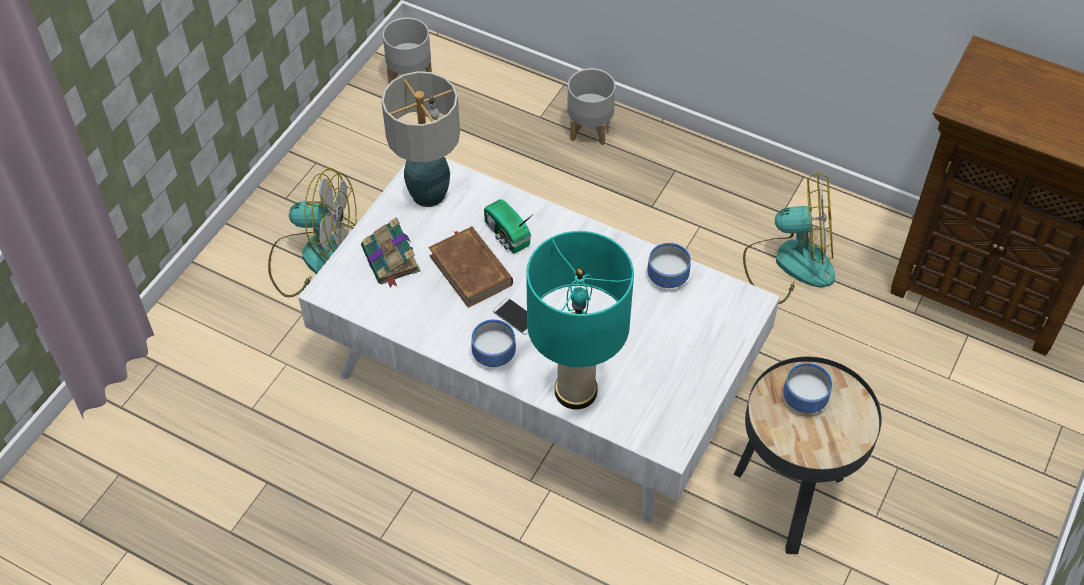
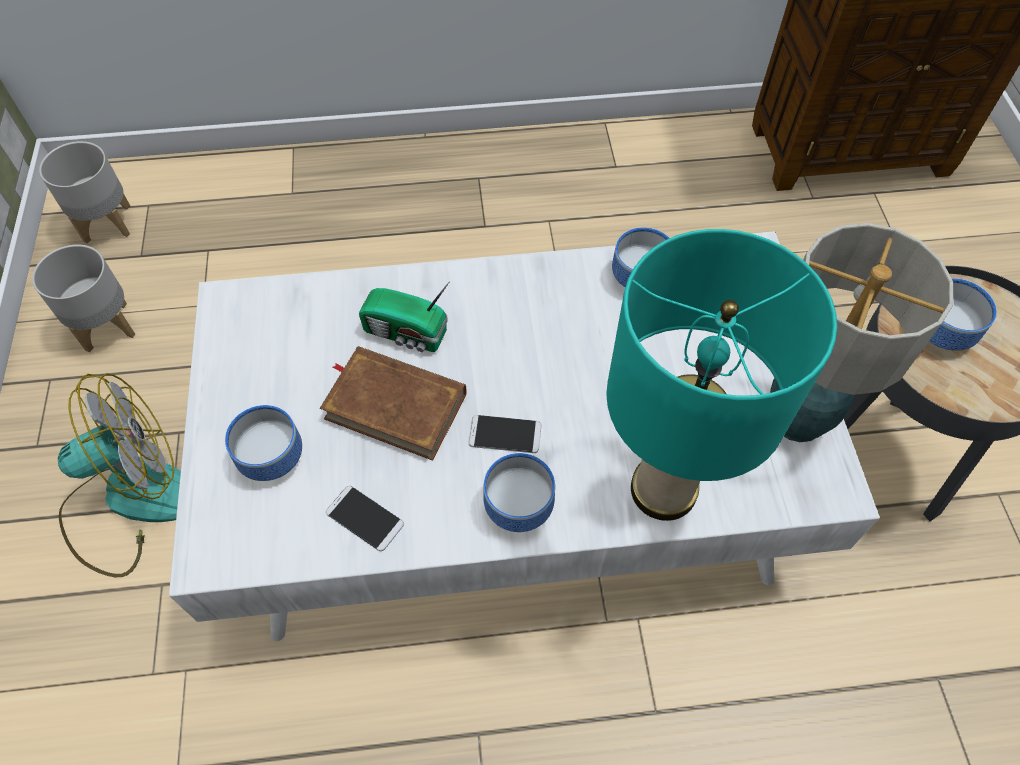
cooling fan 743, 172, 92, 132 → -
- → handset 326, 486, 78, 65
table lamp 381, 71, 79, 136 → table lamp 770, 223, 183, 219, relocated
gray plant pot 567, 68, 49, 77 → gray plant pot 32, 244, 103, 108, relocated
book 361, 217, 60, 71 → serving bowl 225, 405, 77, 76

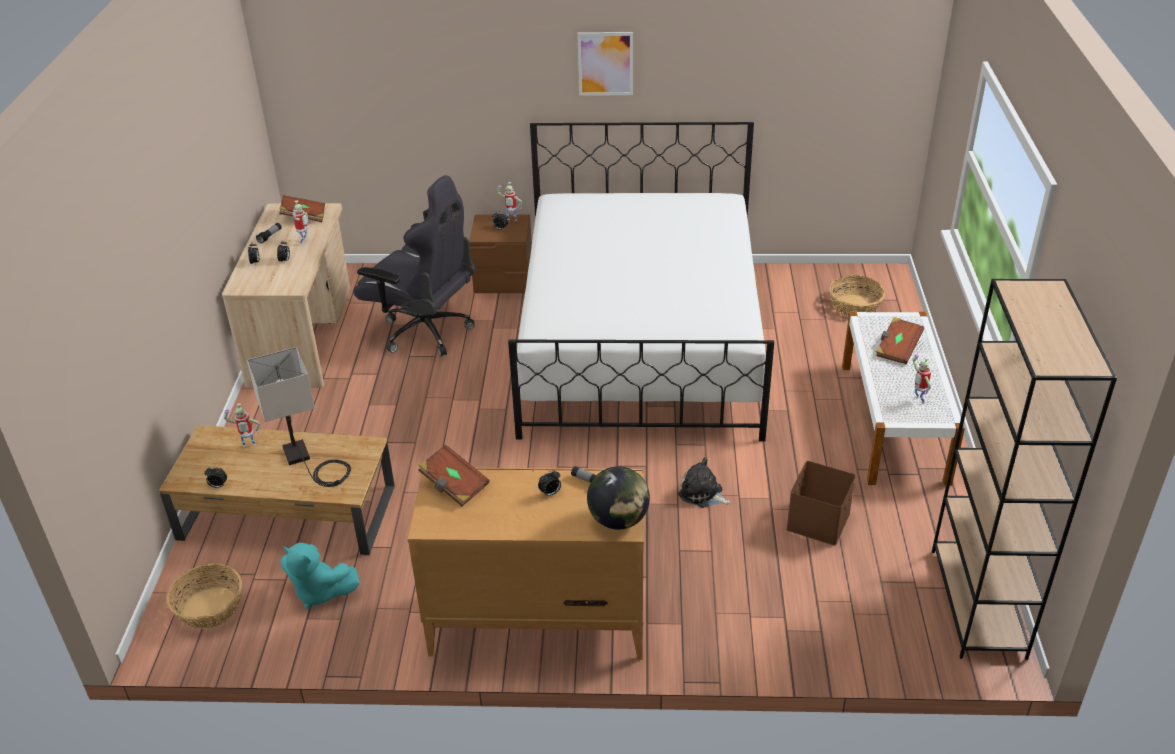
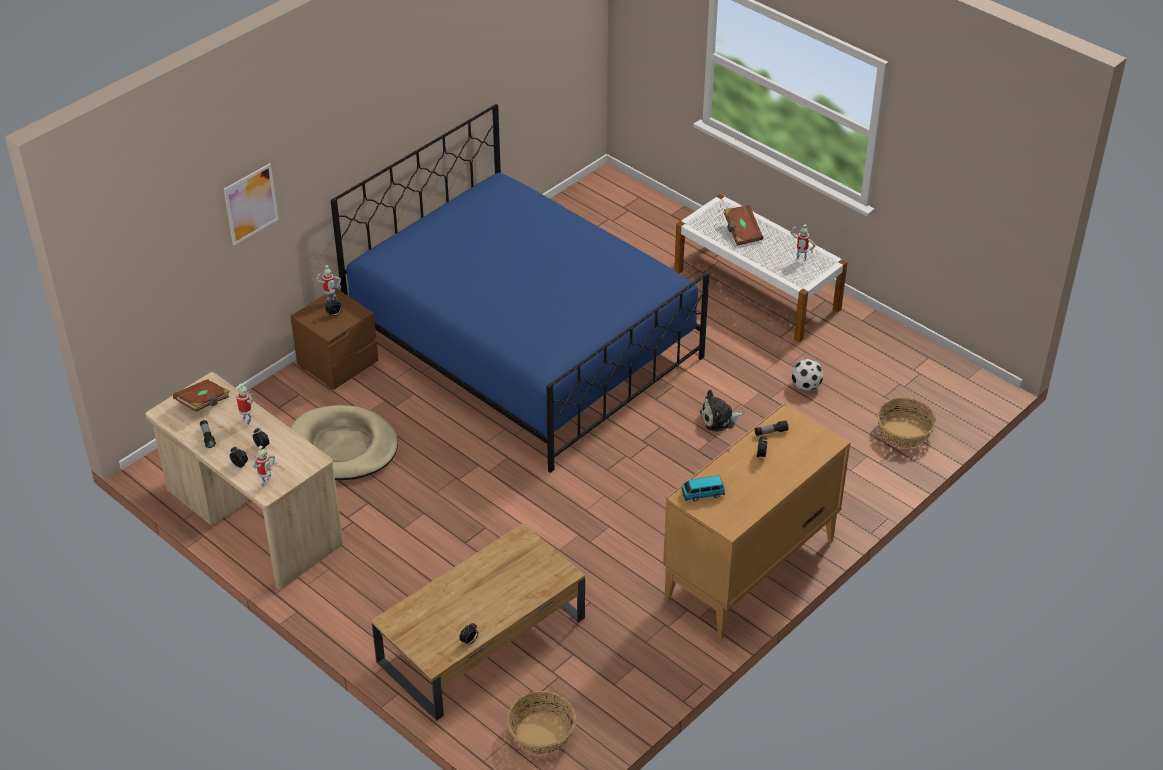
table lamp 247, 347, 104, 140 → -
turquoise plush toy 280, 543, 80, 66 → -
desk globe 587, 466, 63, 64 → -
beige-coloured shelving unit 932, 279, 185, 381 → -
toy robot 224, 403, 36, 44 → toy robot 253, 446, 23, 42, relocated
picture 577, 32, 56, 64 → picture 224, 163, 55, 82, relocated
storage basket 829, 275, 56, 42 → storage basket 877, 398, 59, 50, relocated
blackish computer chair 353, 175, 123, 181 → beige-coloured dog cushion 290, 405, 108, 75
brown book 418, 445, 72, 61 → miniature car 681, 475, 44, 26
brown storage box 786, 461, 70, 84 → football 792, 359, 31, 32
whitish bedroom bed 508, 122, 266, 319 → bluish bedroom bed 330, 104, 379, 369

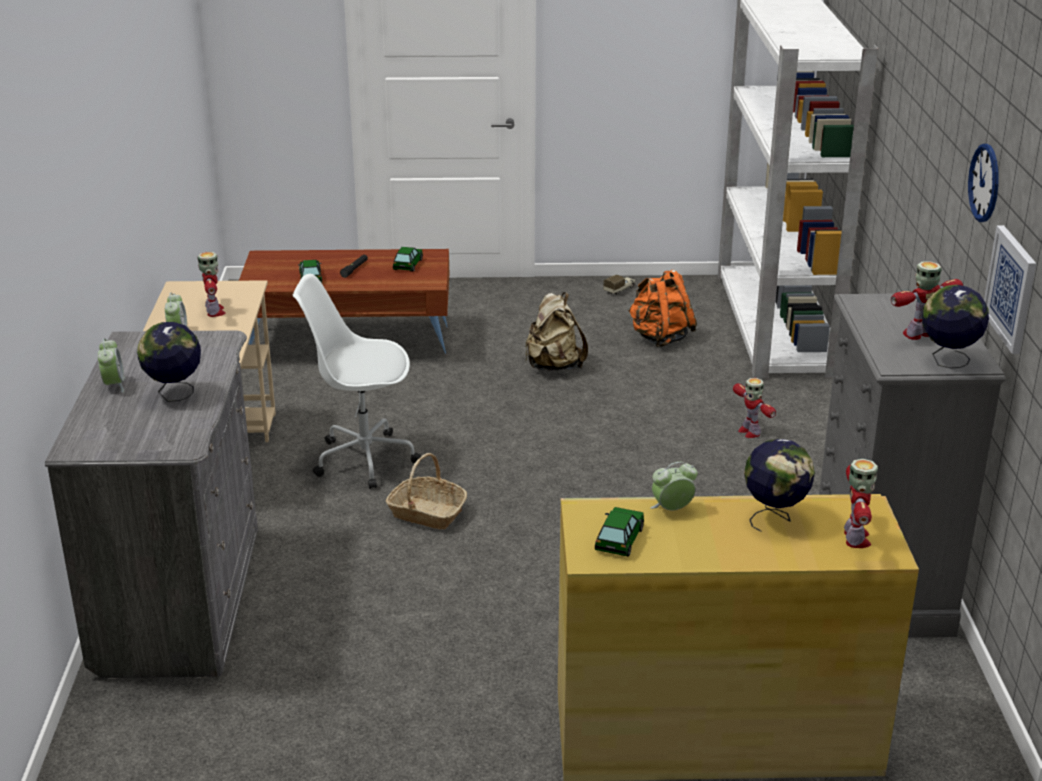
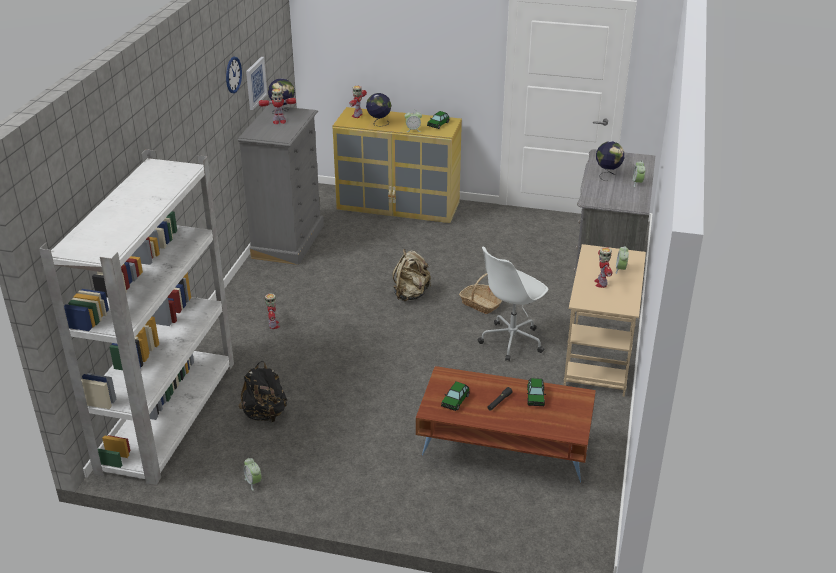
beige-coloured backpack 525, 292, 63, 79 → beige-coloured backpack 392, 249, 39, 52, relocated
toy lorry 604, 275, 31, 20 → alarm clock 244, 458, 18, 33
orange-coloured backpack 628, 269, 69, 78 → blackish backpack 238, 361, 49, 61
whitish computer chair 293, 274, 128, 215 → whitish computer chair 478, 246, 70, 115, 120 degrees clockwise

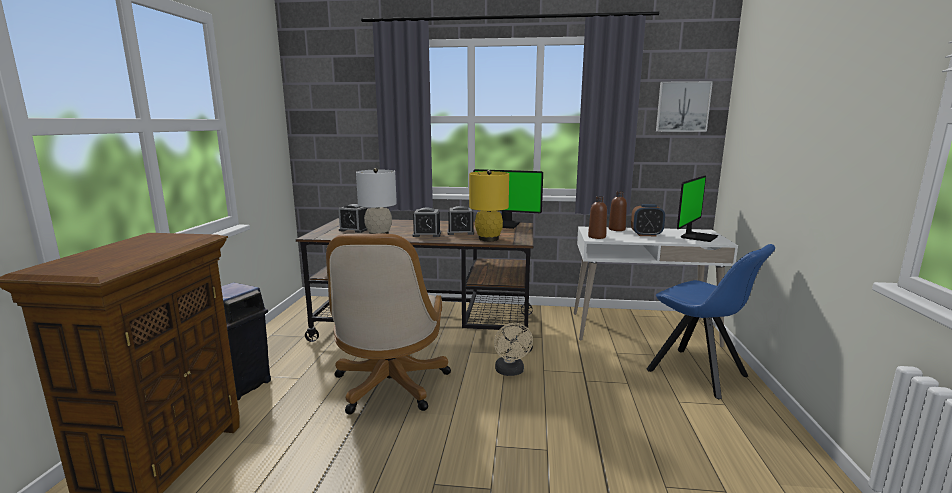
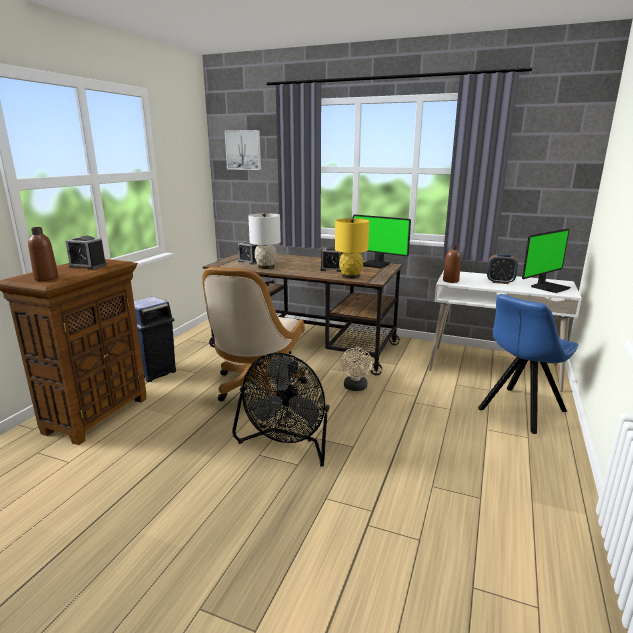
- → blackish cooling fan 232, 353, 97, 114
alarm clock 412, 208, 29, 29 → alarm clock 65, 236, 42, 34, relocated
brown drink bottle 609, 191, 18, 40 → brown drink bottle 28, 227, 31, 54, relocated
picture 656, 81, 57, 51 → picture 225, 130, 36, 40, relocated
bluish chair 647, 244, 128, 155 → bluish chair 478, 294, 100, 140, 75 degrees clockwise

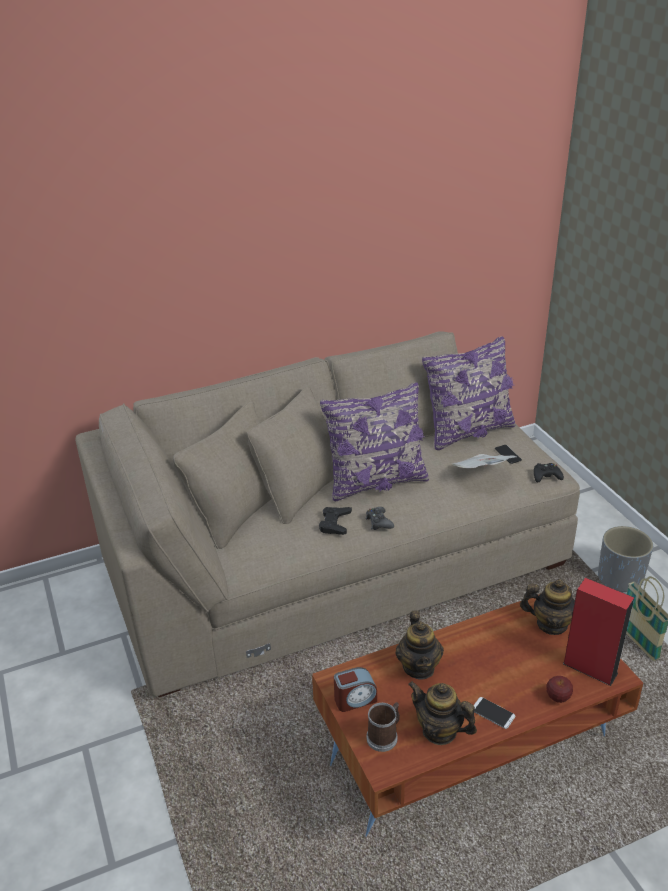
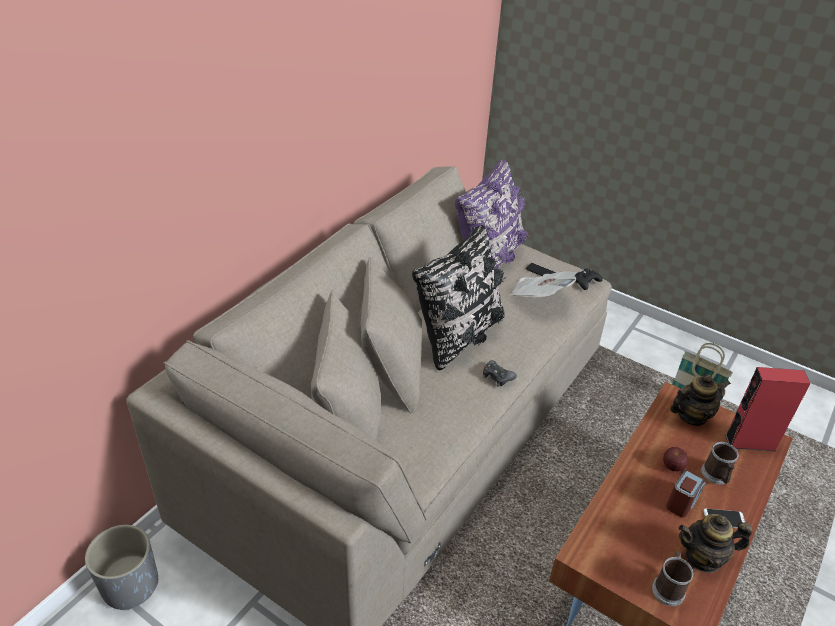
blackish gamepad 319, 507, 33, 28 → -
teapot 395, 611, 49, 69 → -
- → coffee mug 701, 442, 38, 42
alarm clock 334, 667, 43, 45 → alarm clock 666, 470, 39, 47, relocated
apple 547, 676, 26, 27 → apple 663, 447, 25, 24, relocated
gray plant pot 598, 526, 55, 66 → gray plant pot 85, 525, 73, 85, relocated
purple-coloured cushion 320, 382, 109, 119 → blackish cushion 412, 225, 94, 145

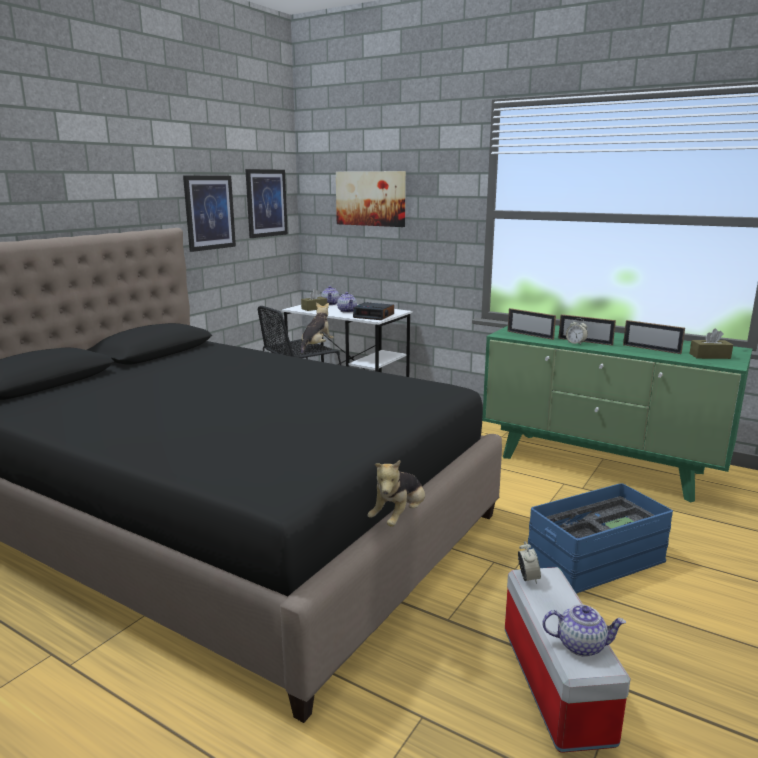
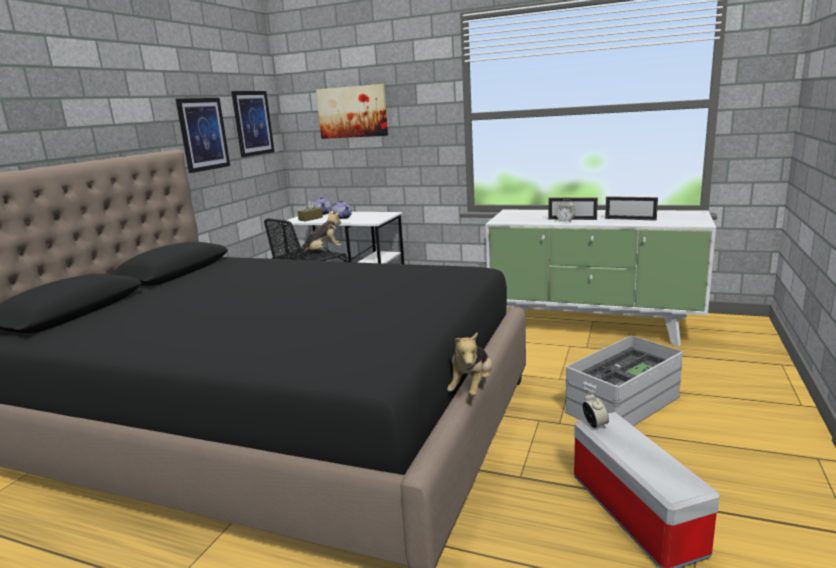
alarm clock 353, 302, 41, 18 → -
picture frame 508, 308, 48, 32 → -
teapot 542, 604, 84, 53 → -
brown box of tissues 689, 329, 44, 30 → -
greenish dresser 482, 325, 270, 177 → whitish dresser 486, 210, 230, 136
bluish storage box 528, 483, 145, 111 → gray storage box 565, 336, 118, 90
plush toy 301, 302, 33, 52 → plush toy 297, 211, 44, 47, 45 degrees clockwise

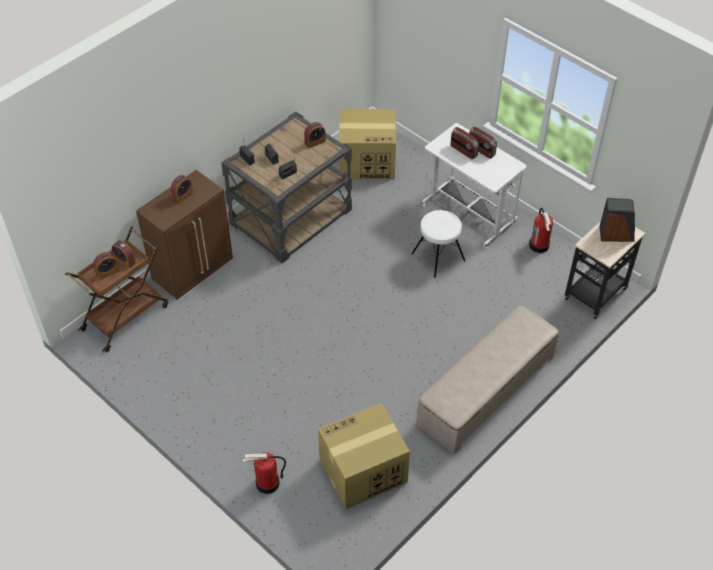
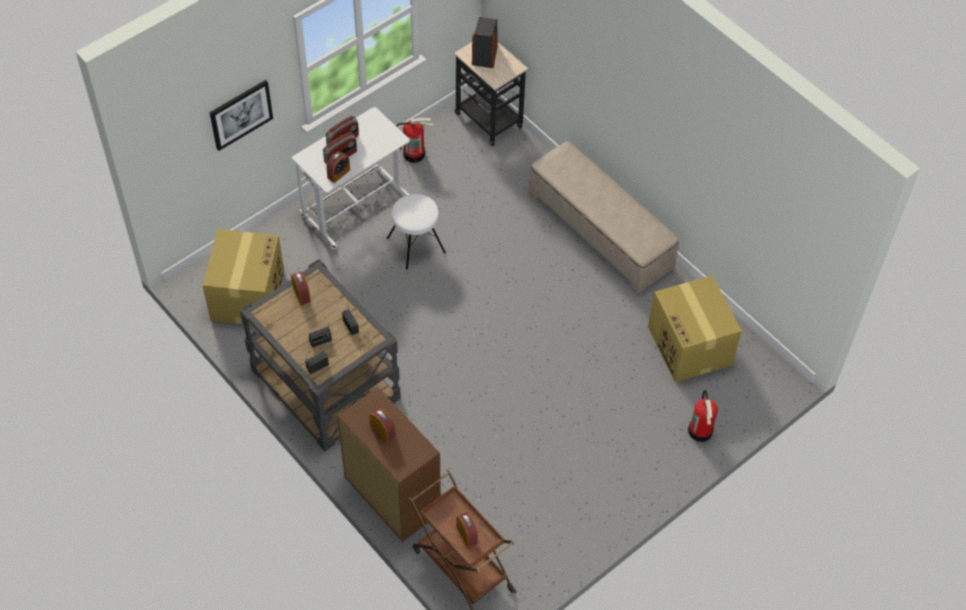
- → picture 210, 80, 63, 71
alarm clock 112, 240, 24, 28 → alarm clock 326, 151, 24, 32, relocated

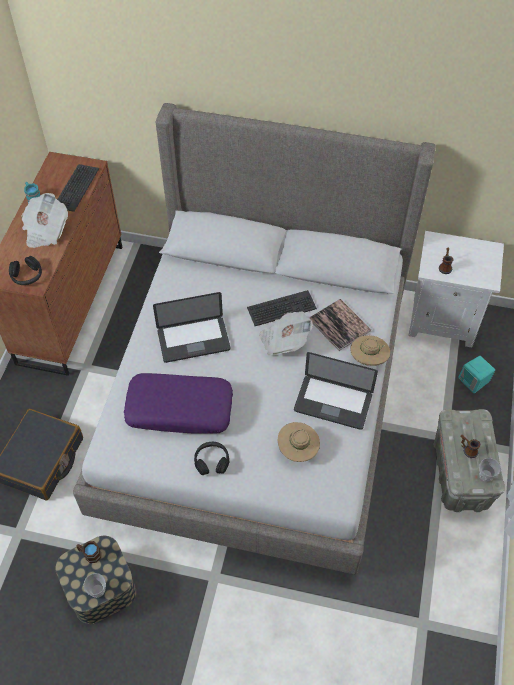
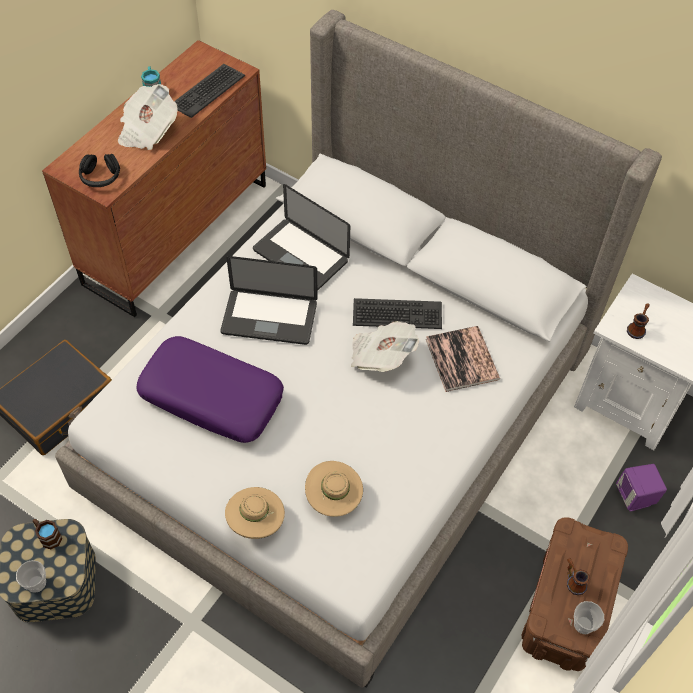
blackish pair of headphones 194, 442, 35, 33 → -
notebook computer 294, 352, 84, 78 → notebook computer 253, 184, 97, 107, relocated
beige-coloured hat 350, 335, 40, 31 → beige-coloured hat 225, 487, 60, 52, relocated
gray storage box 433, 409, 72, 103 → brown storage box 521, 517, 107, 154
turquoise loudspeaker 458, 356, 37, 37 → purple-coloured loudspeaker 616, 464, 51, 48

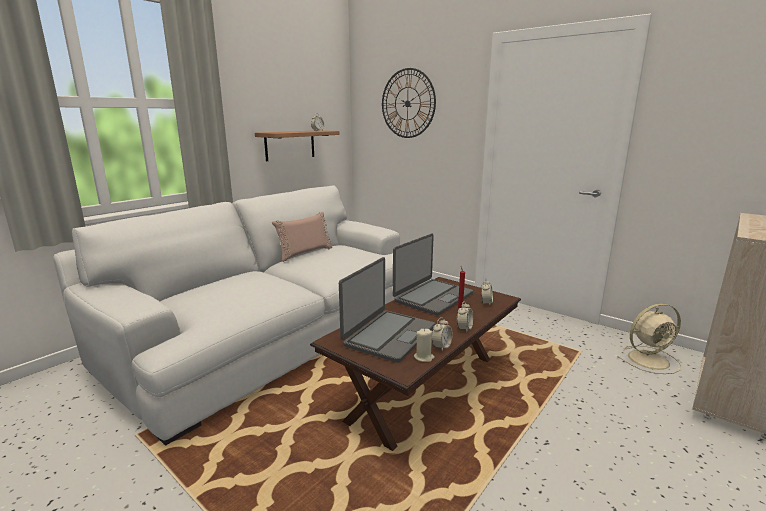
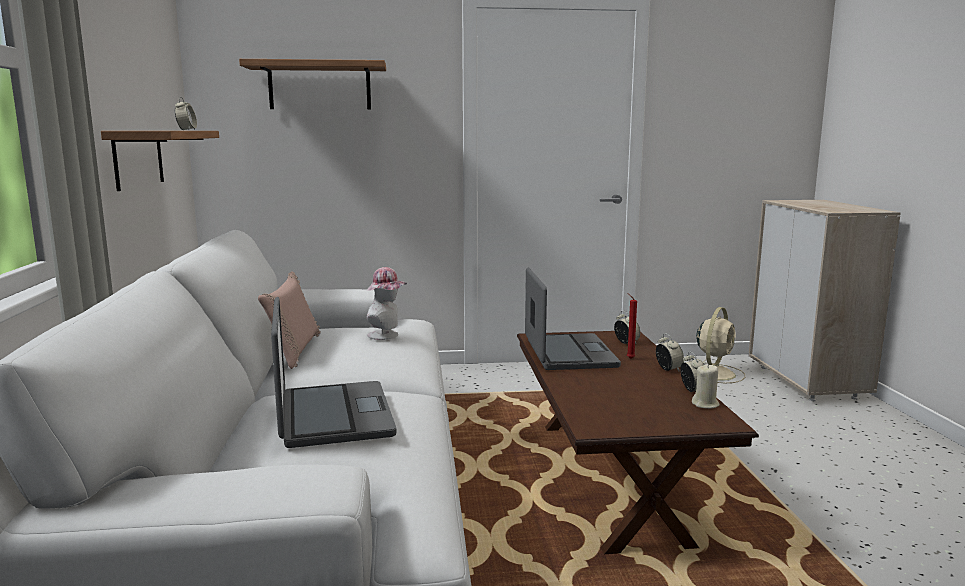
- → hat 367, 267, 40, 73
notebook computer 339, 257, 96, 106 → notebook computer 271, 297, 126, 151, relocated
hanging clock 382, 68, 54, 70 → bracket shelf 239, 59, 147, 50

